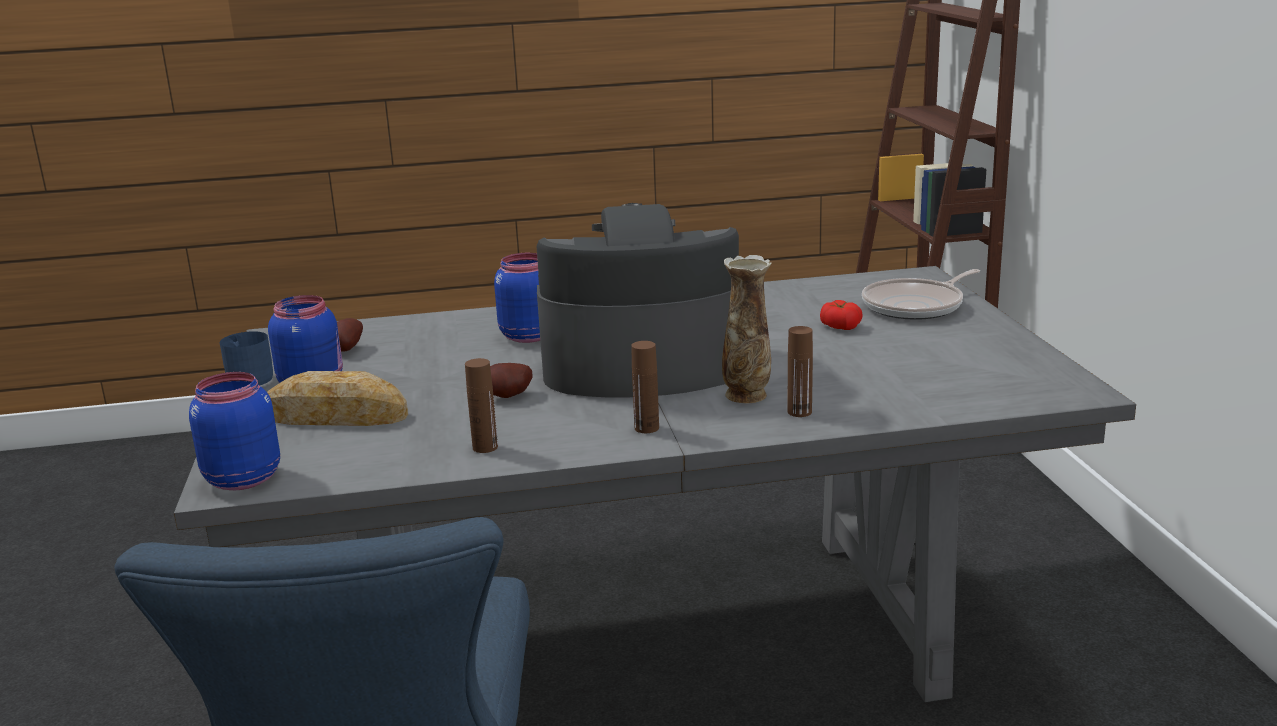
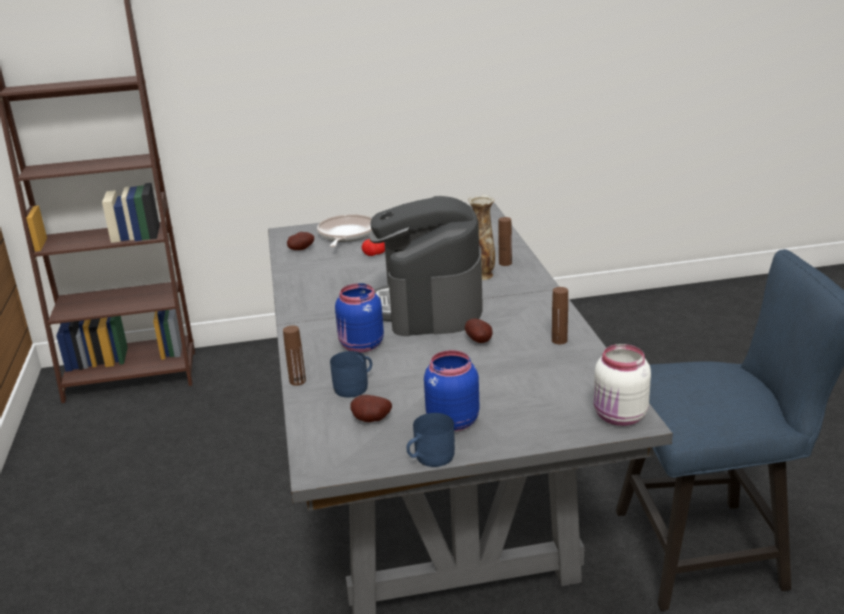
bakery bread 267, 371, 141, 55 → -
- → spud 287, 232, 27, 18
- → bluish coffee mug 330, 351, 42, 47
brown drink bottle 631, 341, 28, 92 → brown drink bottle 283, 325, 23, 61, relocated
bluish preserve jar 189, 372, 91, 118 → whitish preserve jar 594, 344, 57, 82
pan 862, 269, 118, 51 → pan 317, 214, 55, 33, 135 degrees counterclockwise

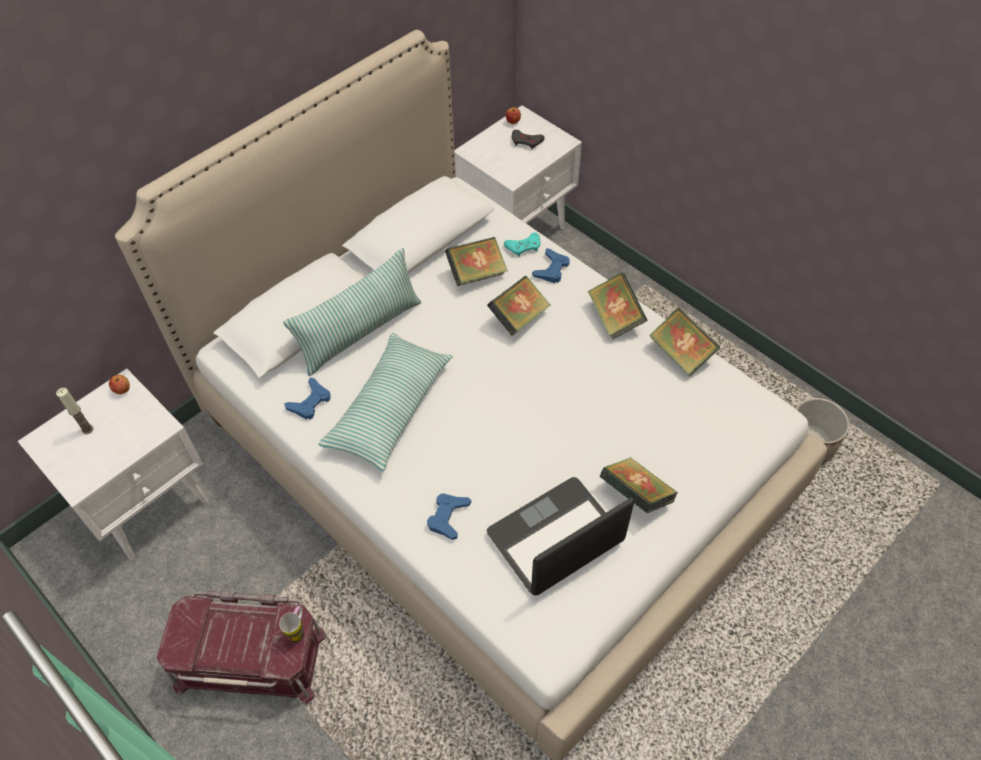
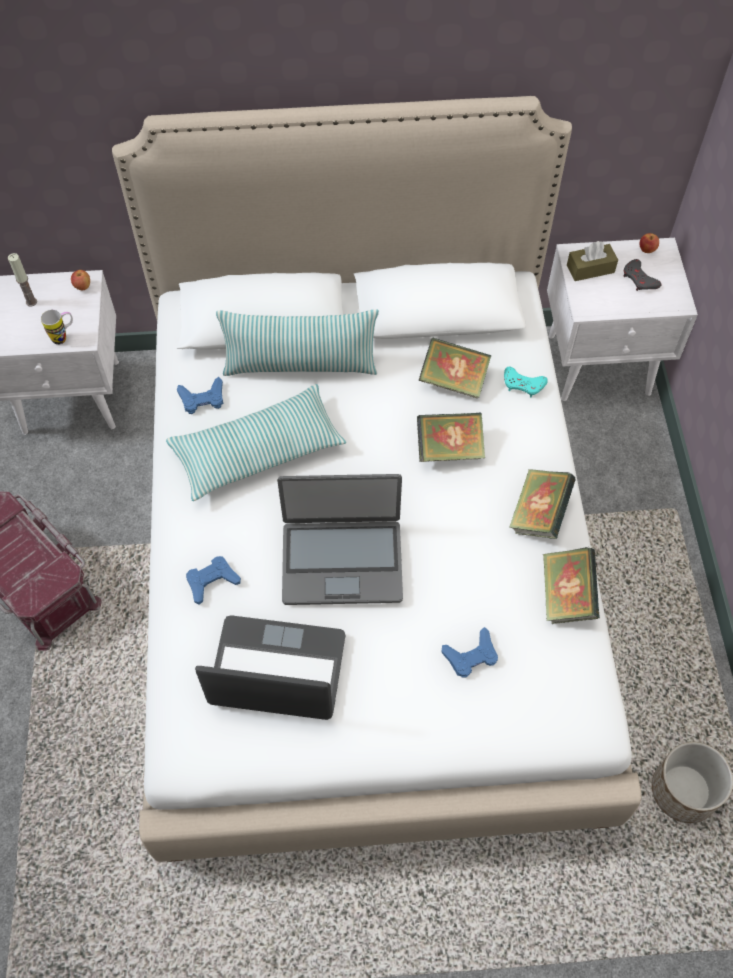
book 600, 457, 78, 57 → -
- → notebook computer 277, 474, 126, 131
- → brown box of tissues 567, 241, 51, 40
coffee mug 279, 606, 25, 36 → coffee mug 41, 310, 32, 35, relocated
bluish gamepad 532, 248, 38, 35 → bluish gamepad 441, 627, 57, 50, relocated

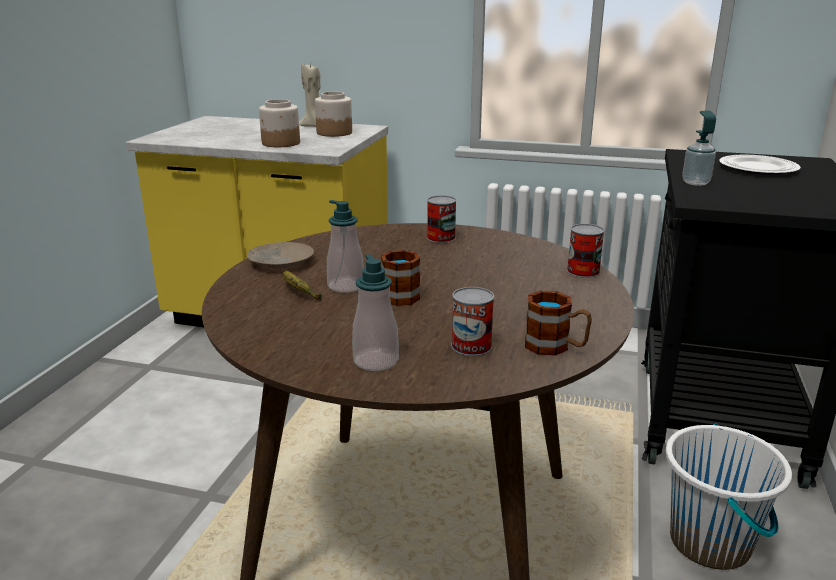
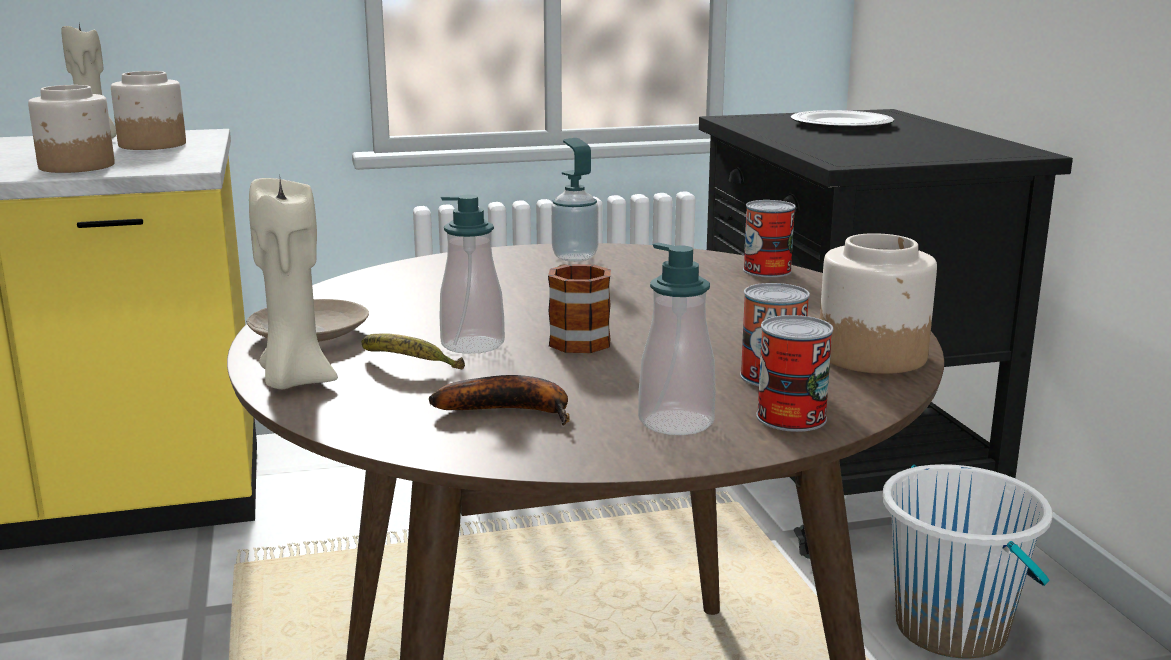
- → beige-coloured wax candle 249, 178, 89, 211
- → whole banana 429, 375, 141, 50
can 427, 195, 30, 48 → can 756, 315, 77, 117, relocated
soap dispenser 682, 111, 34, 75 → soap dispenser 551, 138, 48, 124, relocated
coffee mug 525, 291, 67, 65 → preserve jar 820, 233, 117, 141

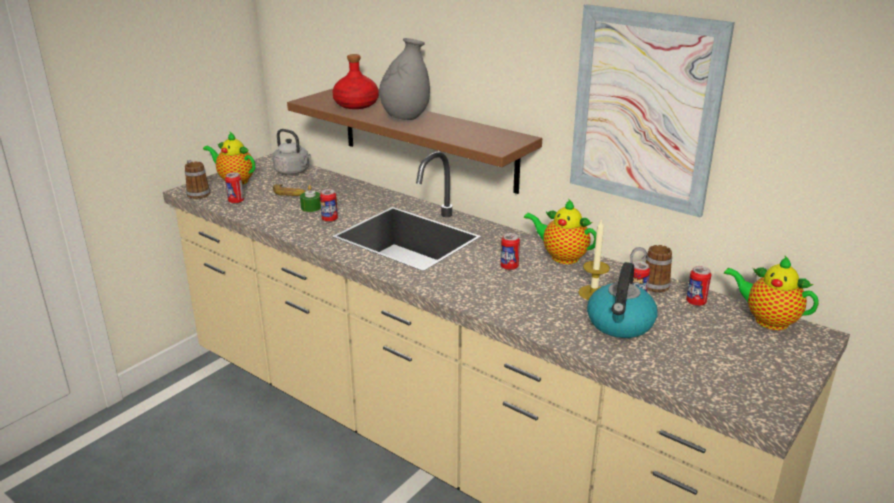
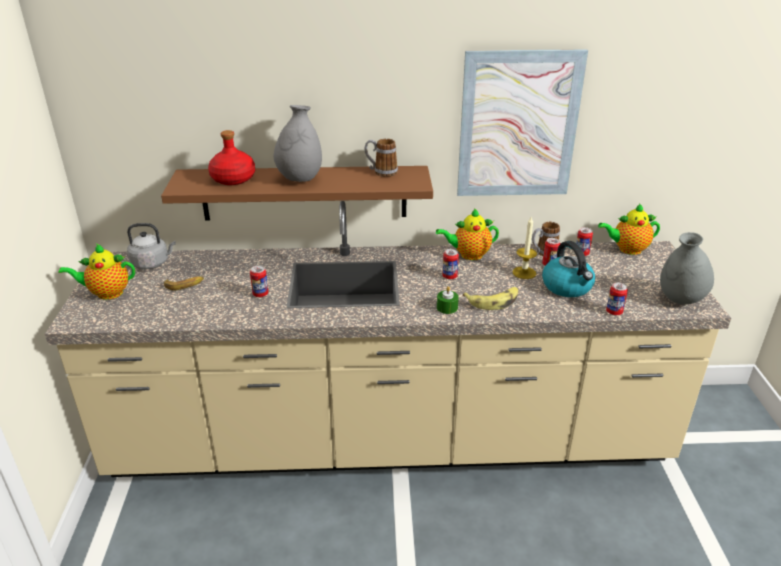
- → whole banana 463, 287, 55, 23
- → gray vase 660, 232, 54, 72
coffee mug 185, 160, 25, 39 → coffee mug 365, 139, 33, 38, relocated
can 225, 172, 19, 32 → can 606, 283, 22, 33, relocated
greenish wax candle 300, 185, 21, 27 → greenish wax candle 437, 286, 22, 28, relocated

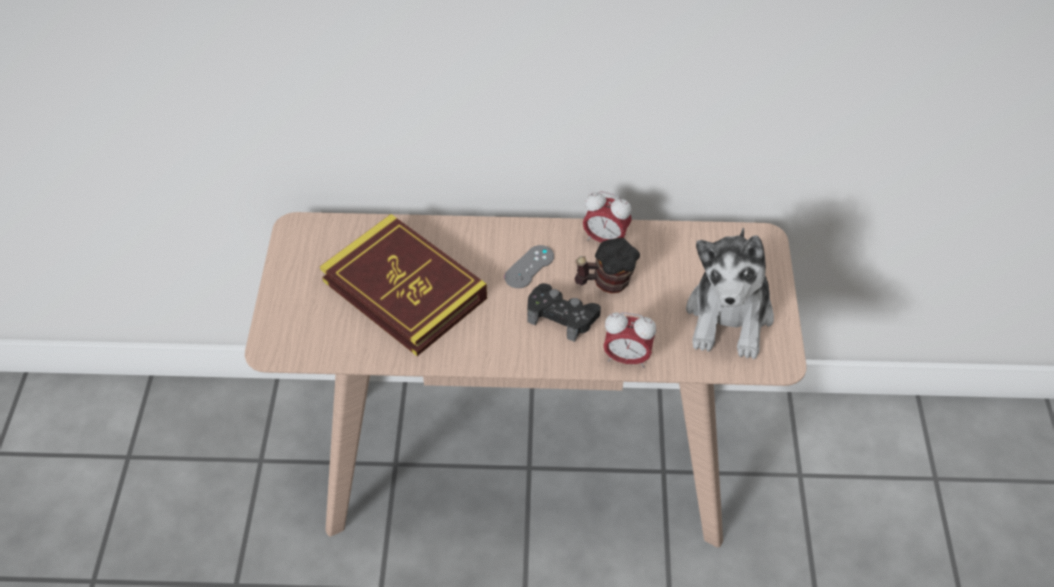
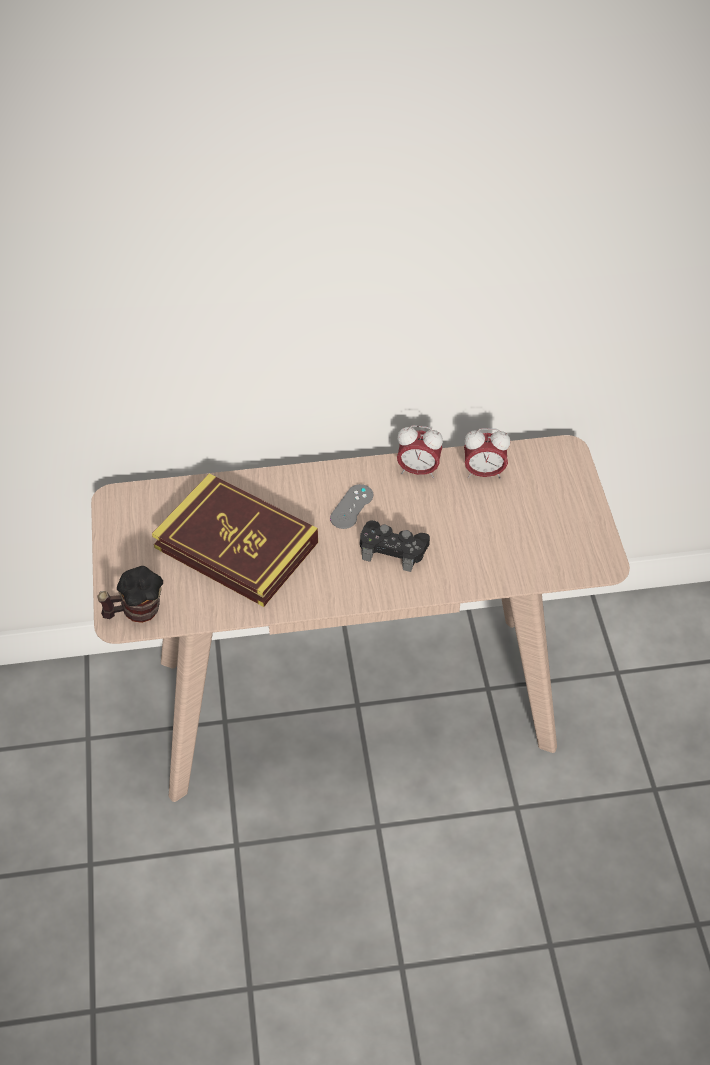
plush toy 686, 227, 88, 132 → -
coffee mug 574, 238, 66, 55 → coffee mug 97, 566, 66, 57, relocated
alarm clock 603, 312, 53, 56 → alarm clock 464, 428, 46, 51, relocated

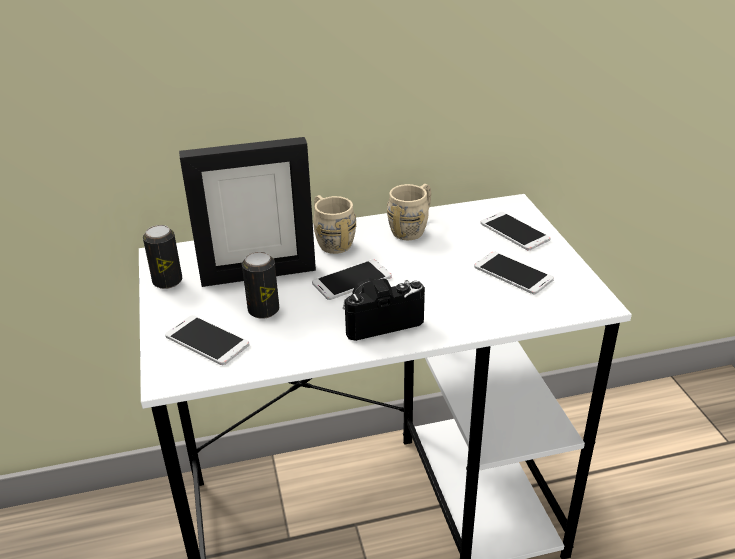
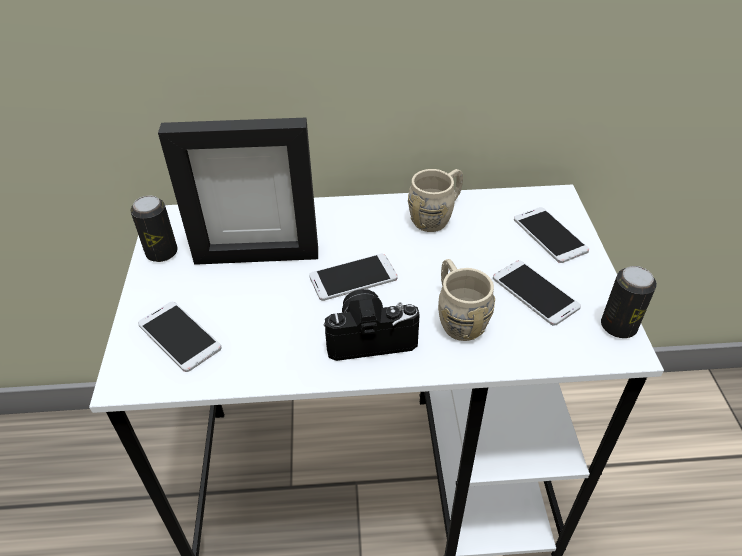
can 242, 252, 37, 67 → can 601, 266, 56, 72, relocated
beige-coloured coffee mug 313, 195, 43, 59 → beige-coloured coffee mug 438, 259, 57, 82, relocated

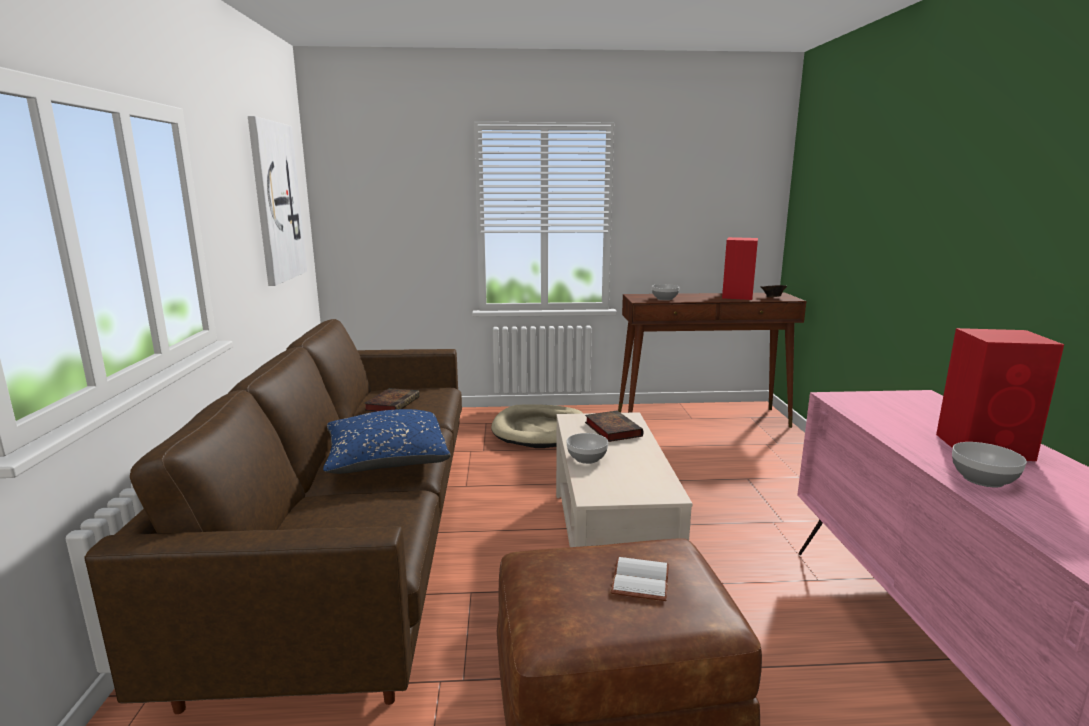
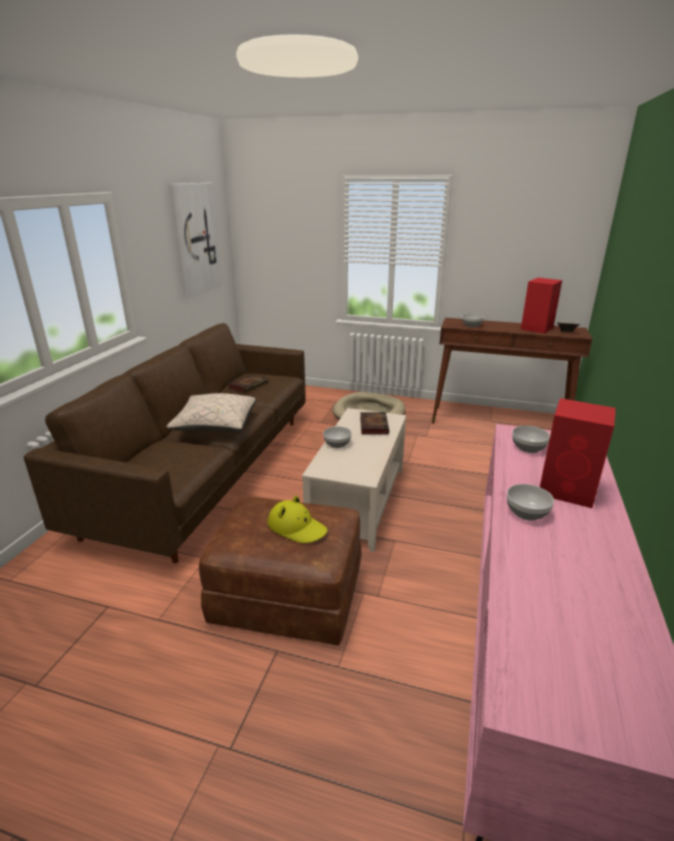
- → serving bowl 512, 426, 38, 27
whitish book 611, 557, 58, 44 → yellowish hat 268, 496, 59, 47
bluish cushion 323, 409, 128, 65 → beige-coloured cushion 167, 393, 90, 39

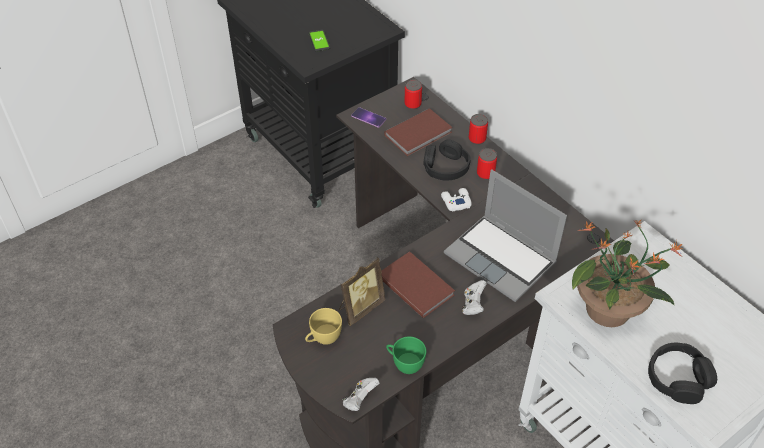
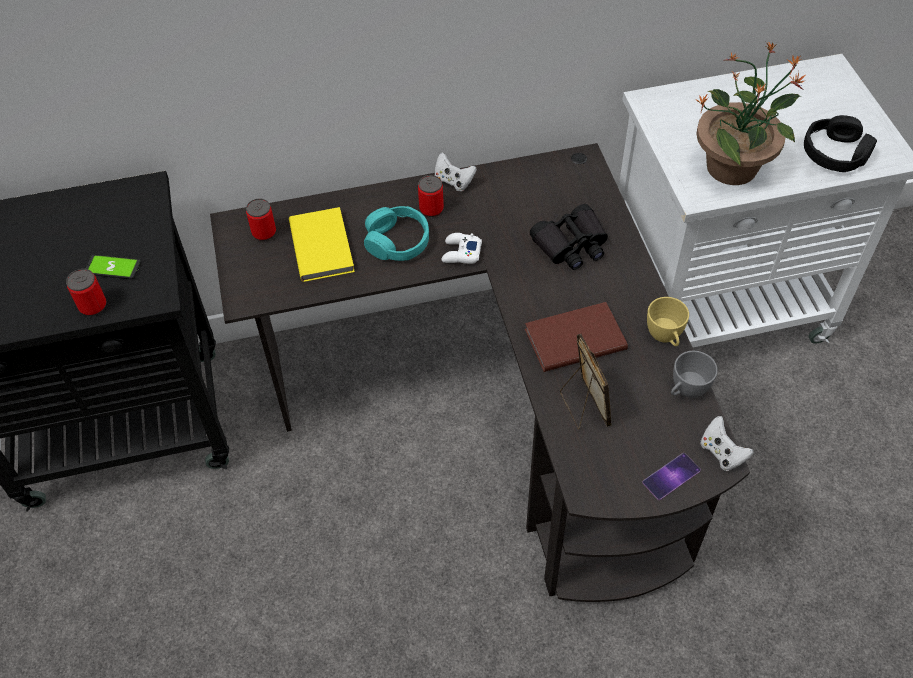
yellowish small cup 305, 308, 37, 37 → yellowish small cup 647, 297, 42, 49, relocated
handset 351, 107, 36, 21 → handset 642, 453, 59, 47, relocated
whitish gamepad 462, 280, 25, 35 → whitish gamepad 435, 152, 42, 39, relocated
can 469, 114, 19, 31 → can 66, 269, 40, 47, relocated
notebook computer 444, 169, 123, 133 → blackish field glasses 530, 204, 78, 66
brown book 384, 108, 69, 48 → yellowish book 289, 207, 66, 75
greenish small cup 386, 336, 40, 38 → gray small cup 671, 351, 47, 47
blackish pair of headphones 424, 139, 46, 42 → turquoise pair of headphones 364, 206, 65, 55

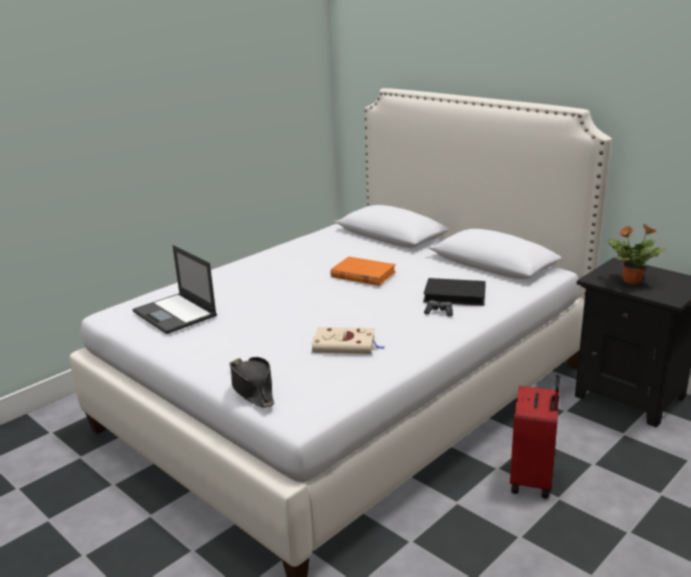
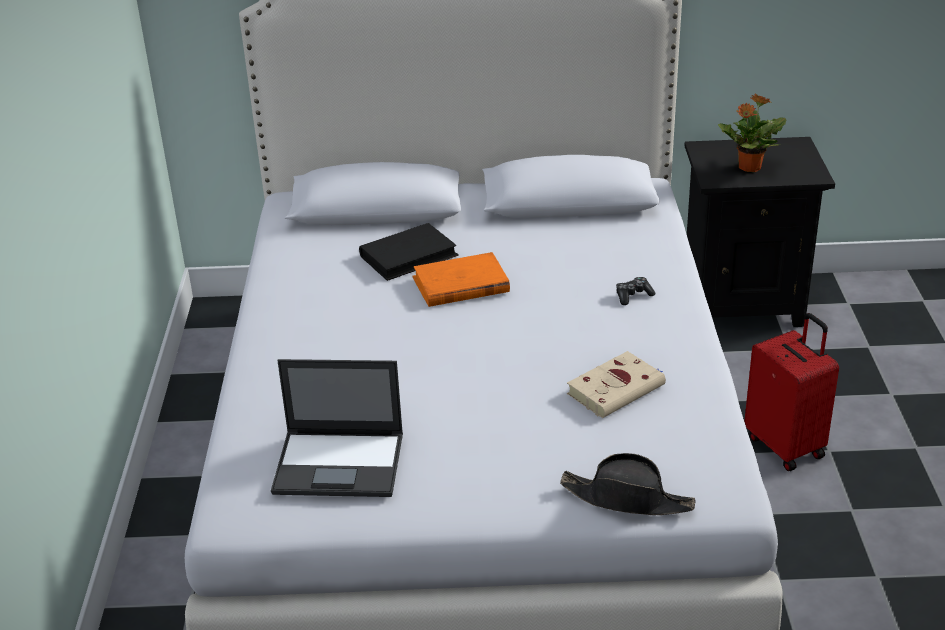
blackish book 423, 278, 63, 28 → blackish book 359, 223, 100, 58, relocated

